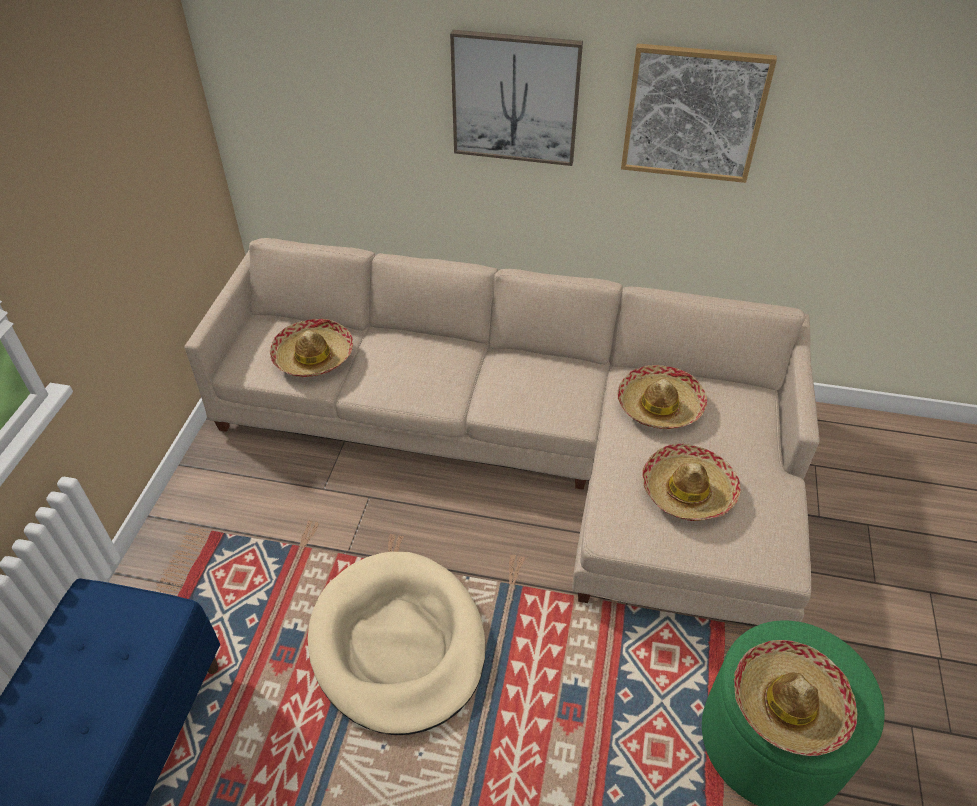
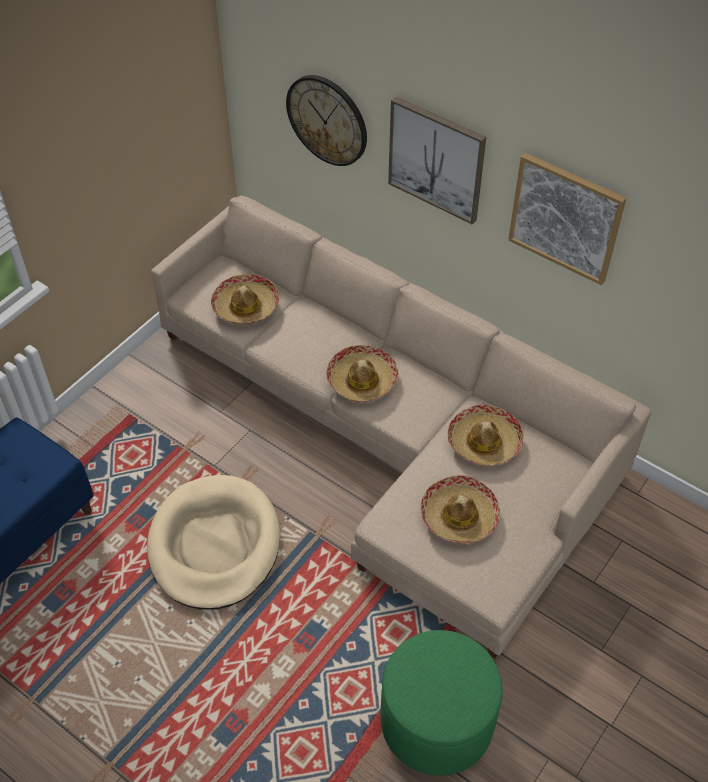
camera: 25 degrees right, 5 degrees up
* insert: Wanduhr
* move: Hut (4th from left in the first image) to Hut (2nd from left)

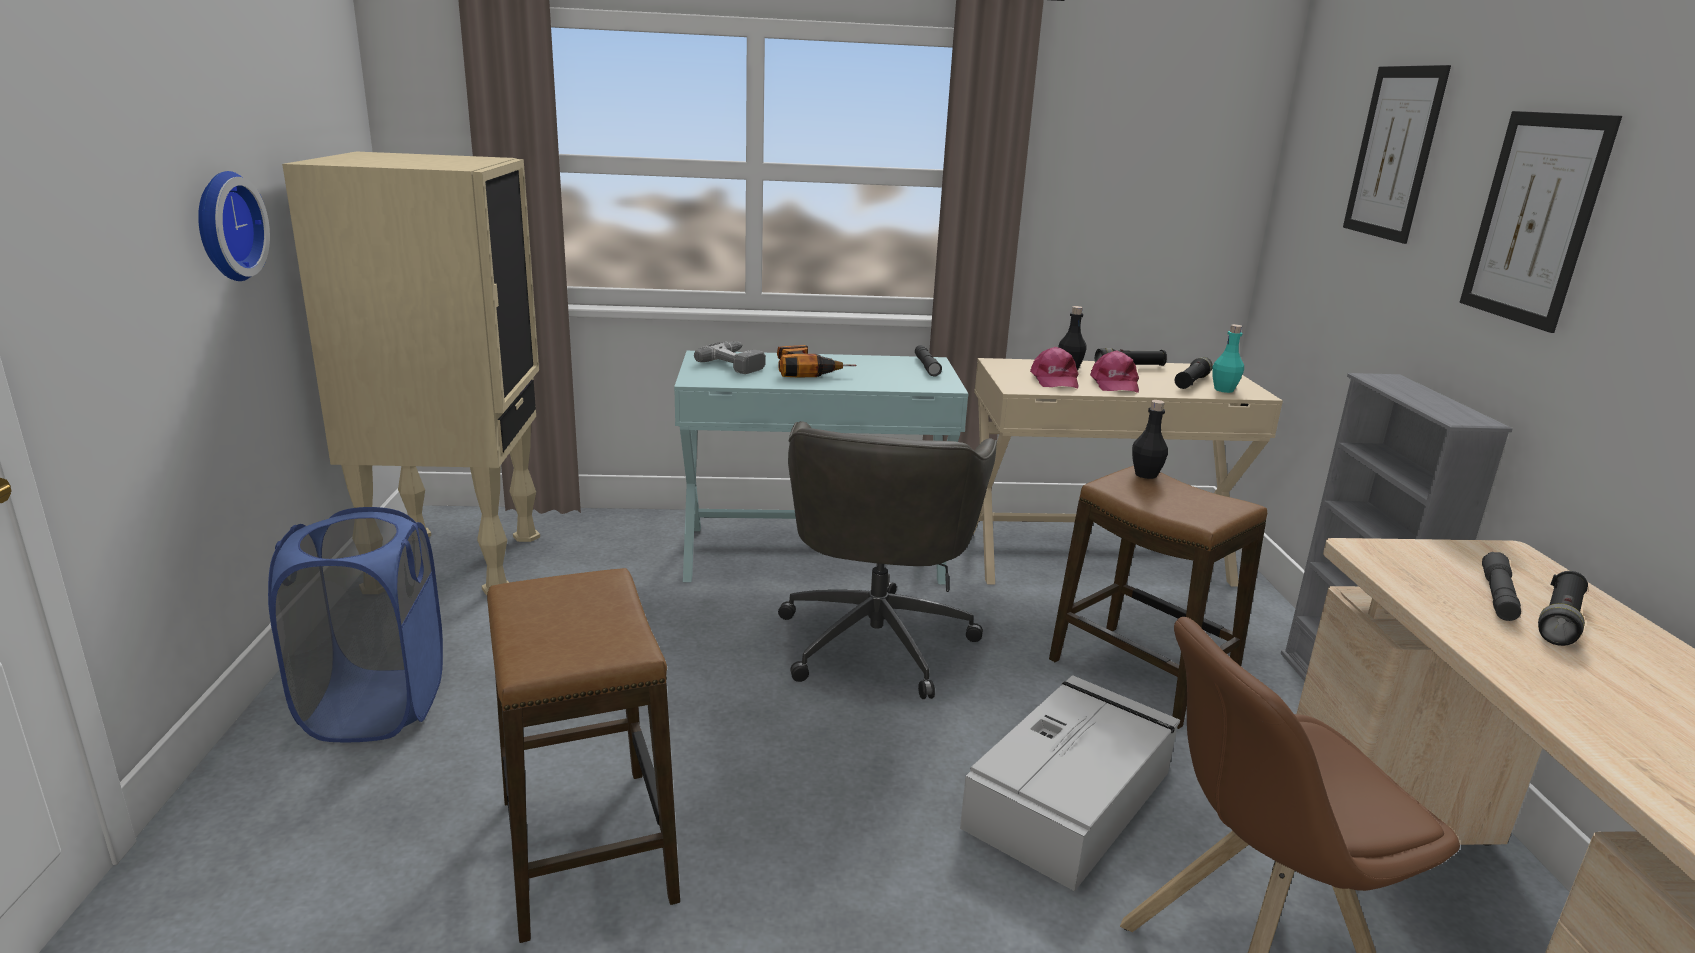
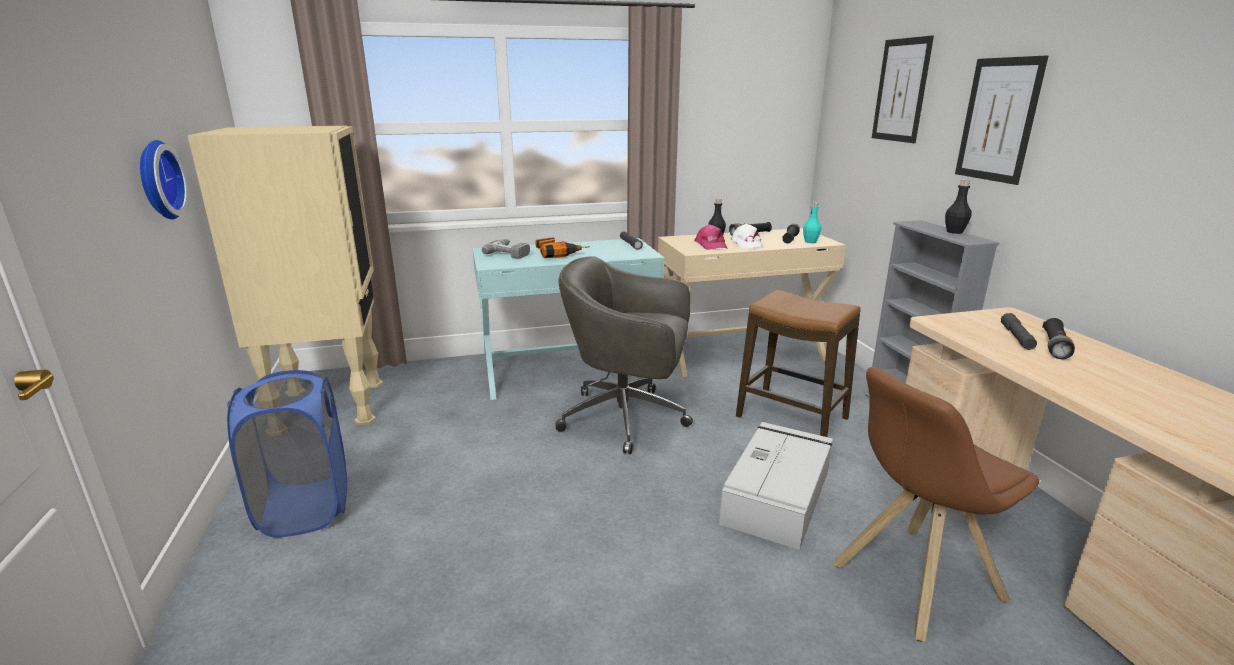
camera: 10 degrees left, 0 degrees up
* delete: Hocker (1st from left)
* move: Flasche/schwarz (2nd from left)
* recolor: Kappe/rosa (2nd from left) to Kappe/weiß
* rotate: Bürostuhl/grau 105 degrees clockwise

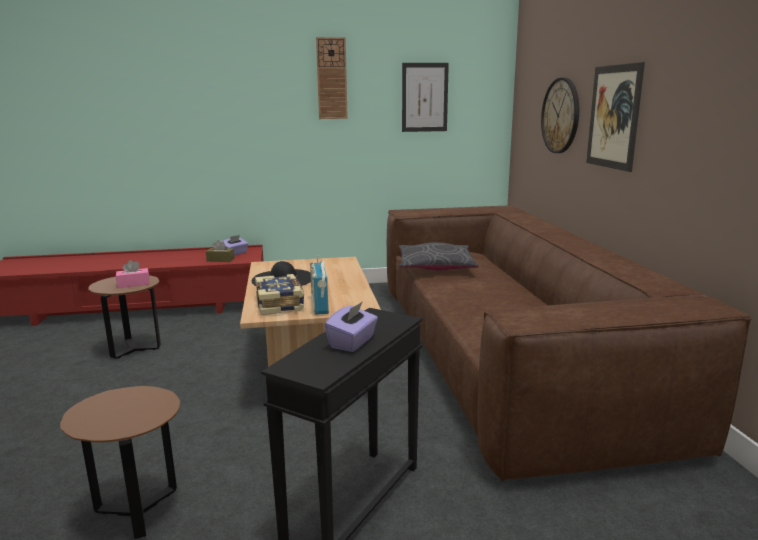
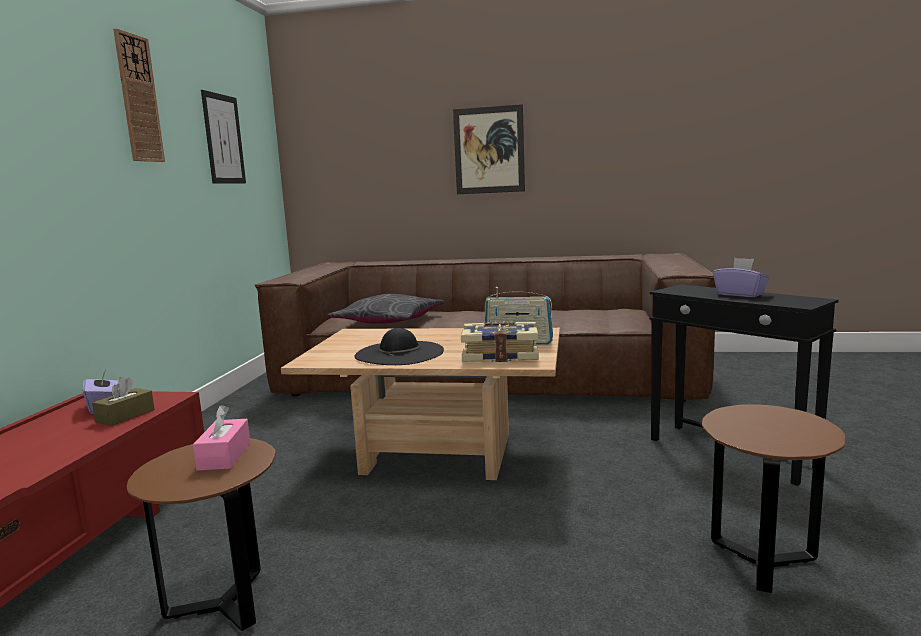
camera: 70 degrees left, 5 degrees down
* delete: Wanduhr (2nd from left)

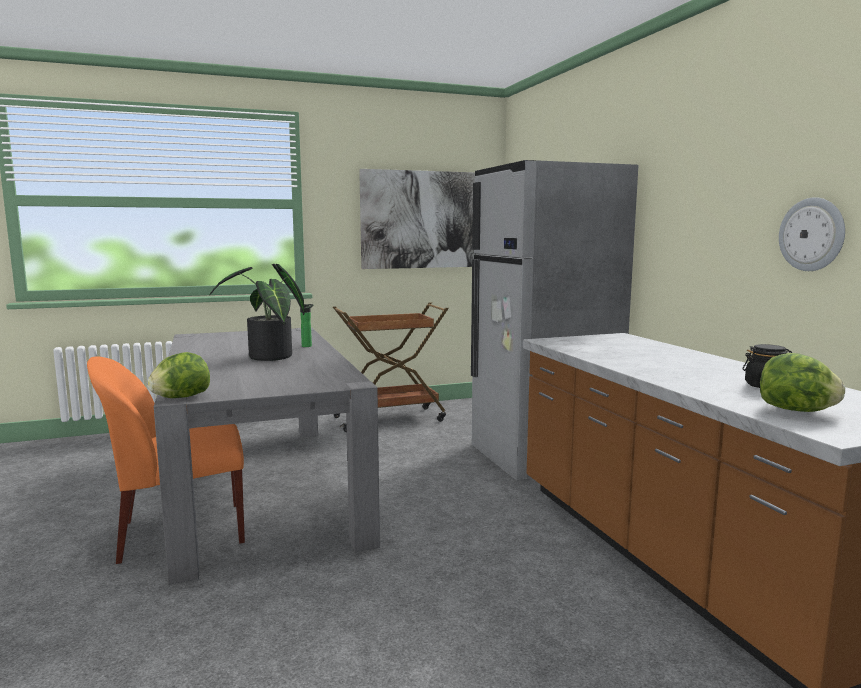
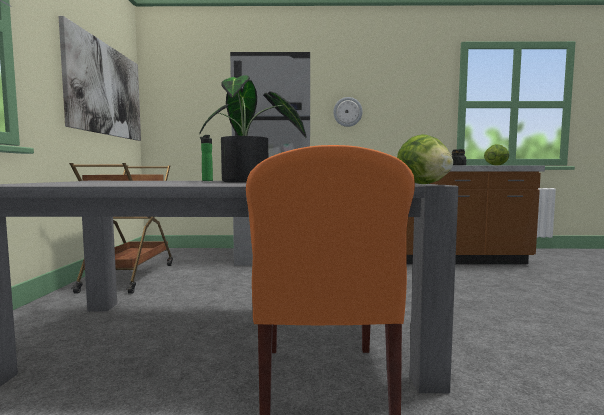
camera: 70 degrees left, 5 degrees down
* move: Wanduhr

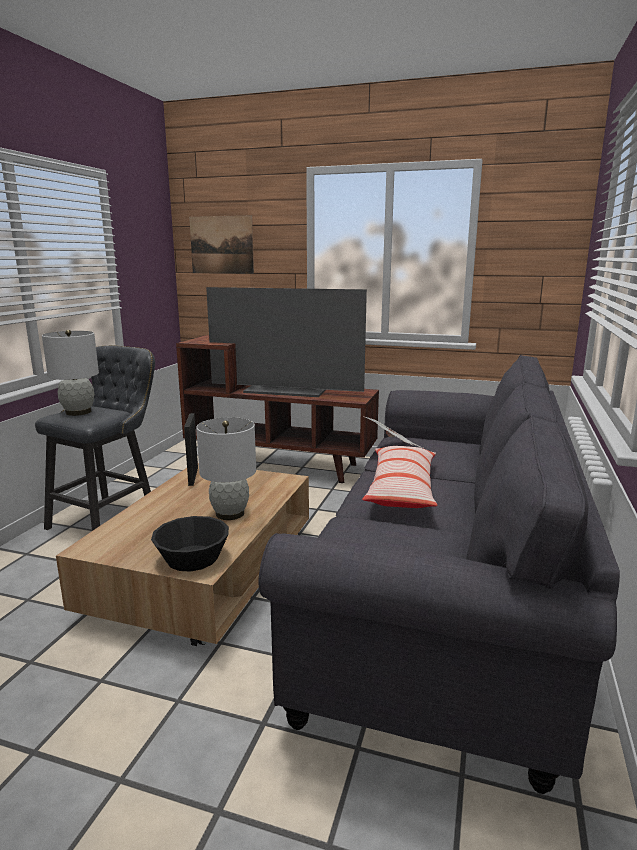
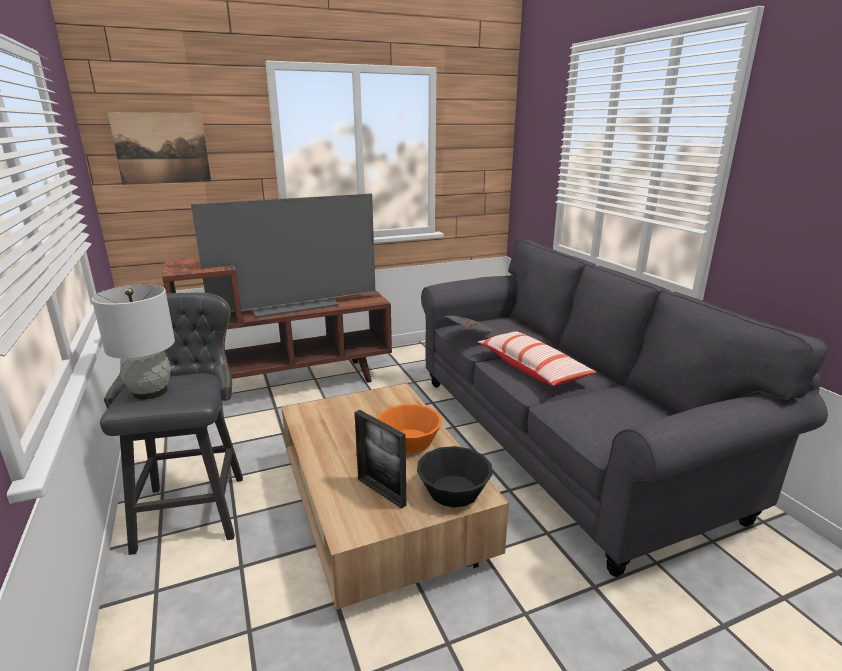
camera: 40 degrees left, 5 degrees up
* move: Bilderrahmen
* replace: Tischlampe/weiß (2nd from left) to Schüssel/orange

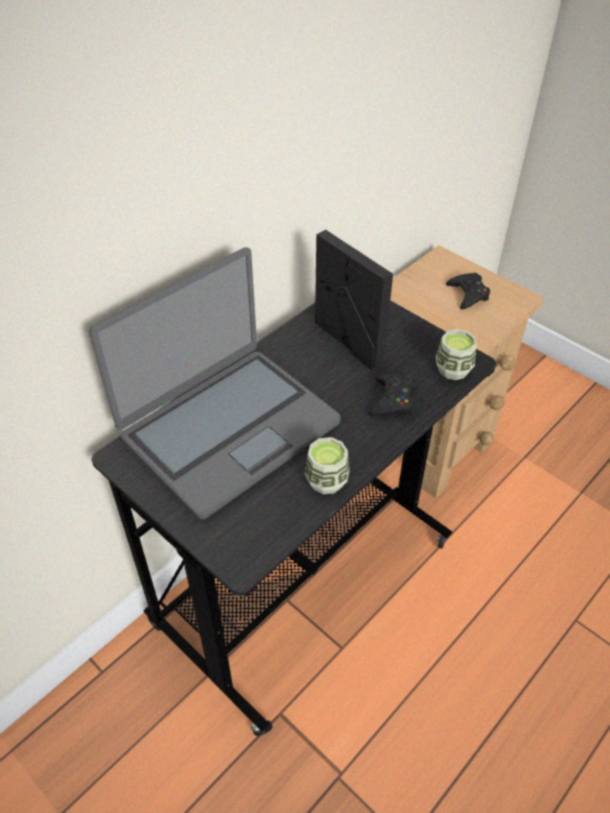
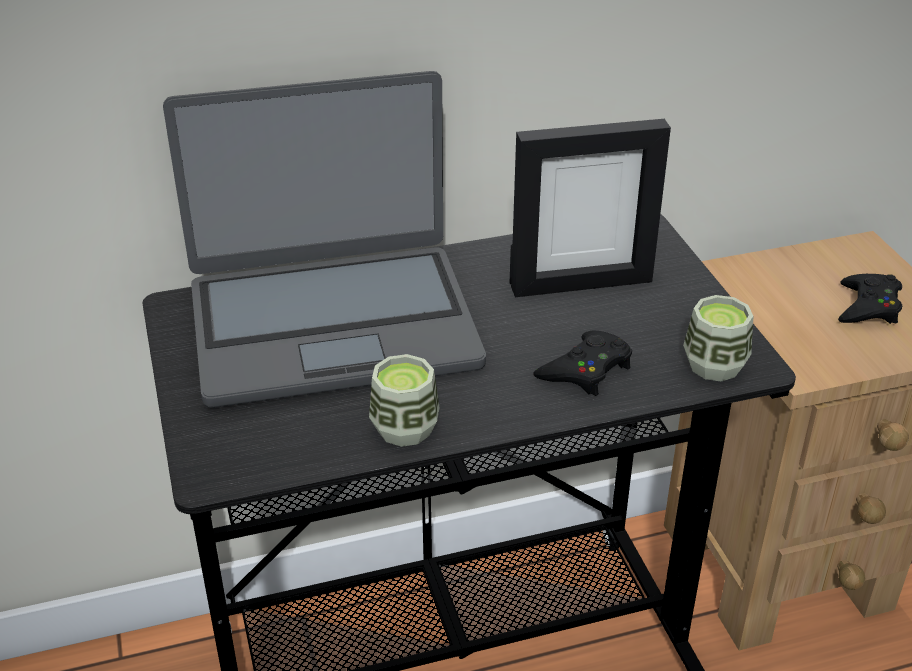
camera: 30 degrees right, 10 degrees down
* rotate: Bilderrahmen 90 degrees clockwise

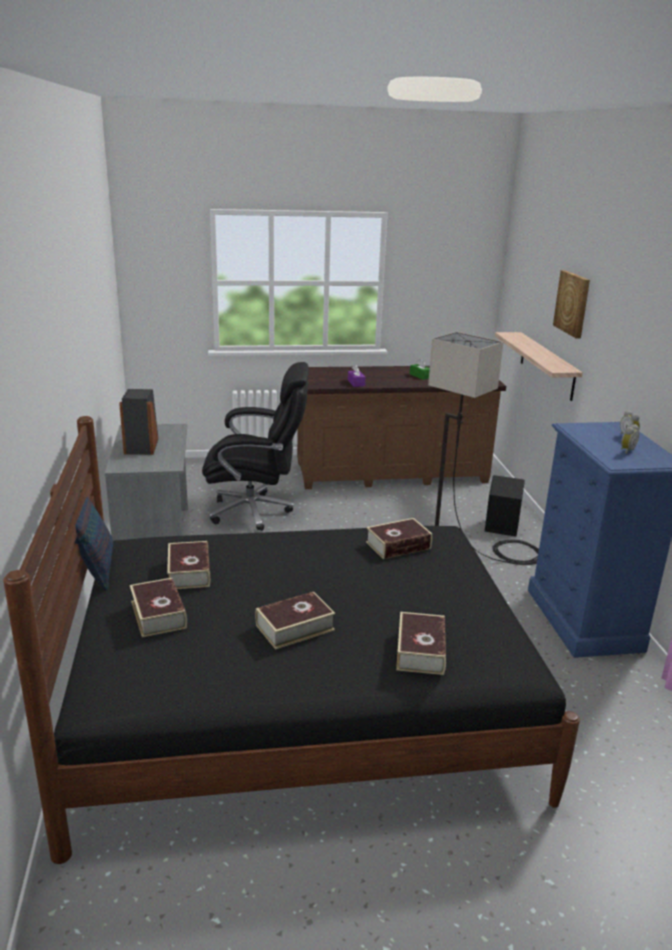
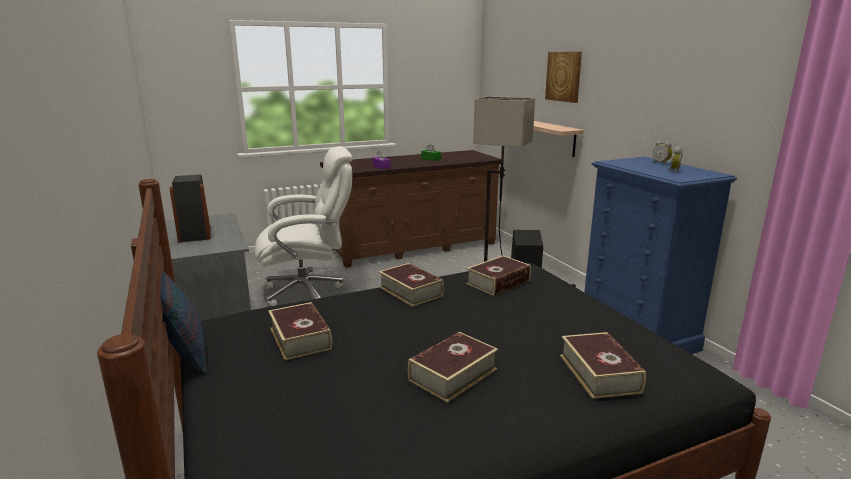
camera: 15 degrees left, 5 degrees down
* move: Buch (1st from left in the first image) to Buch (2nd from left)
* recolor: Bürostuhl/schwarz to Bürostuhl/weiß

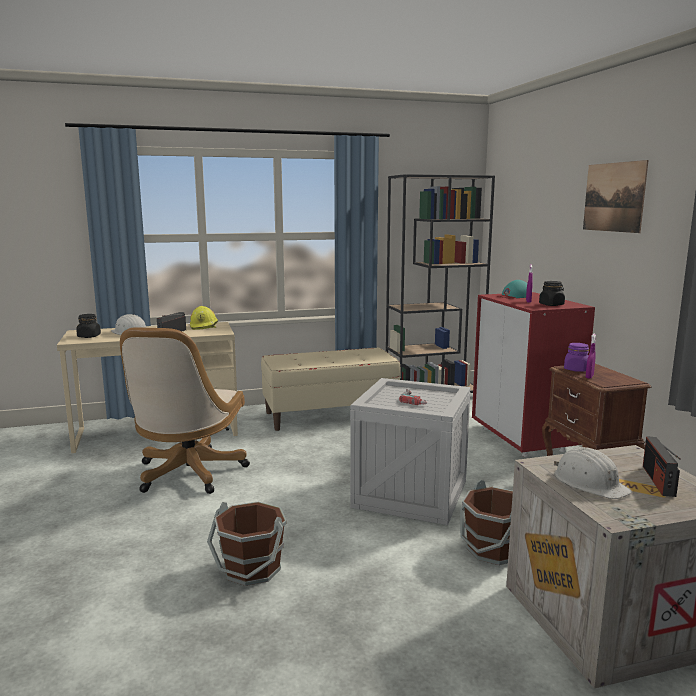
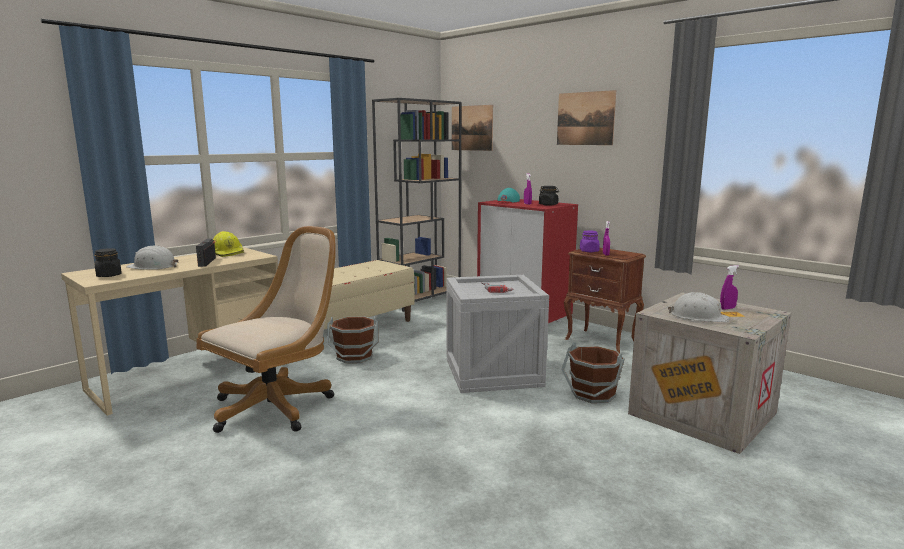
camera: 30 degrees left, 0 degrees up
* insert: Bild (1st from left)
* move: Eimer/braun (1st from left)
* replace: Radio (2nd from left) to Sprühflasche/lila (3rd from left)
* rotate: Bürostuhl 120 degrees counterclockwise

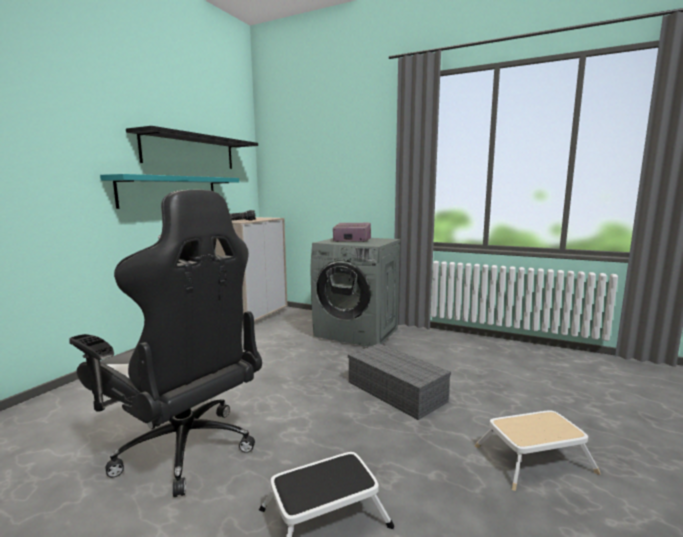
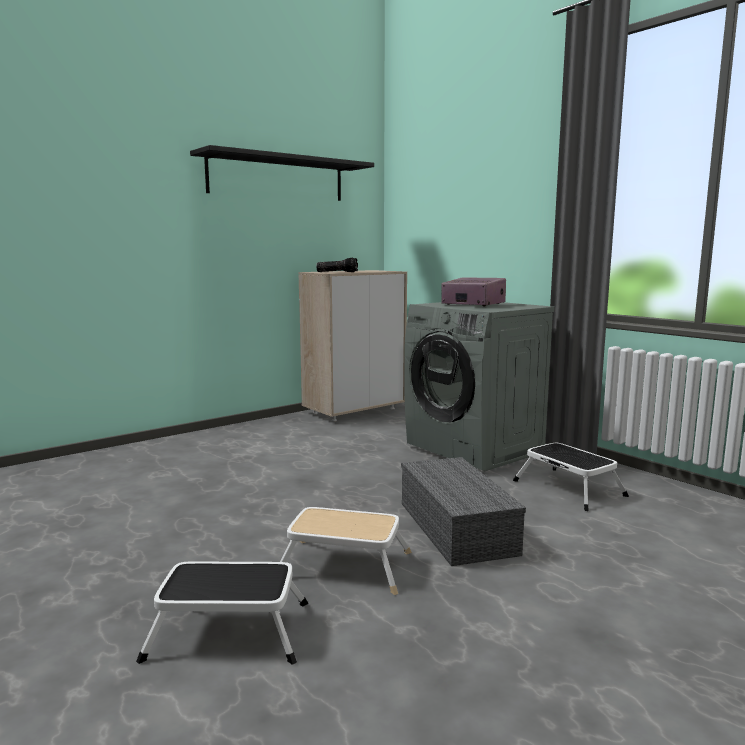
camera: 25 degrees right, 0 degrees up
* delete: Bürostuhl/schwarz
* delete: Wandregal/türkis
* insert: Trittleiter/schwarz (2nd from left)
* move: Trittleiter/beige

